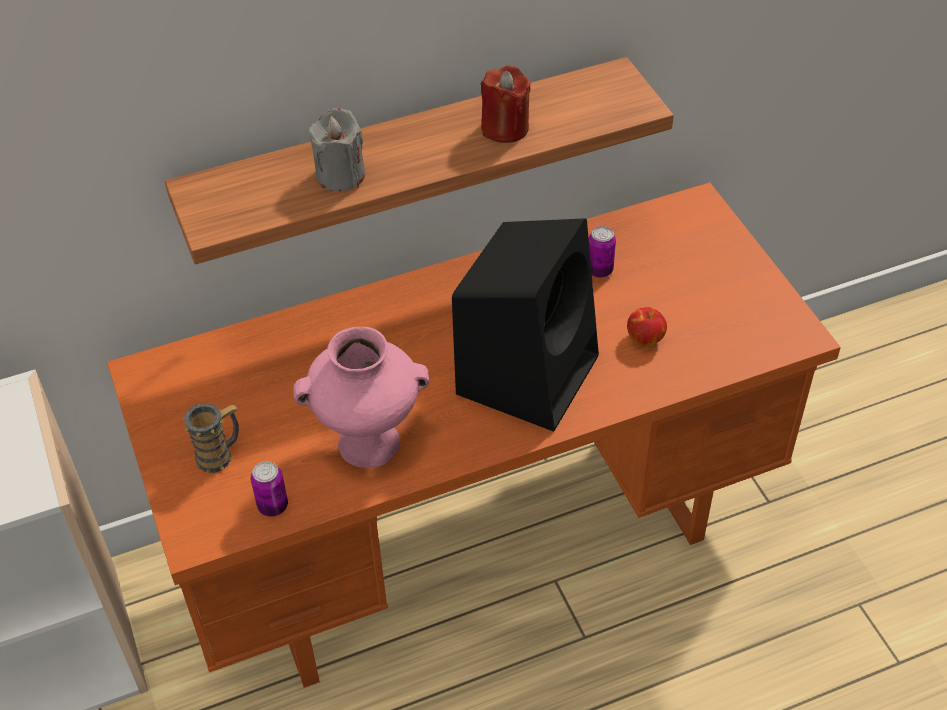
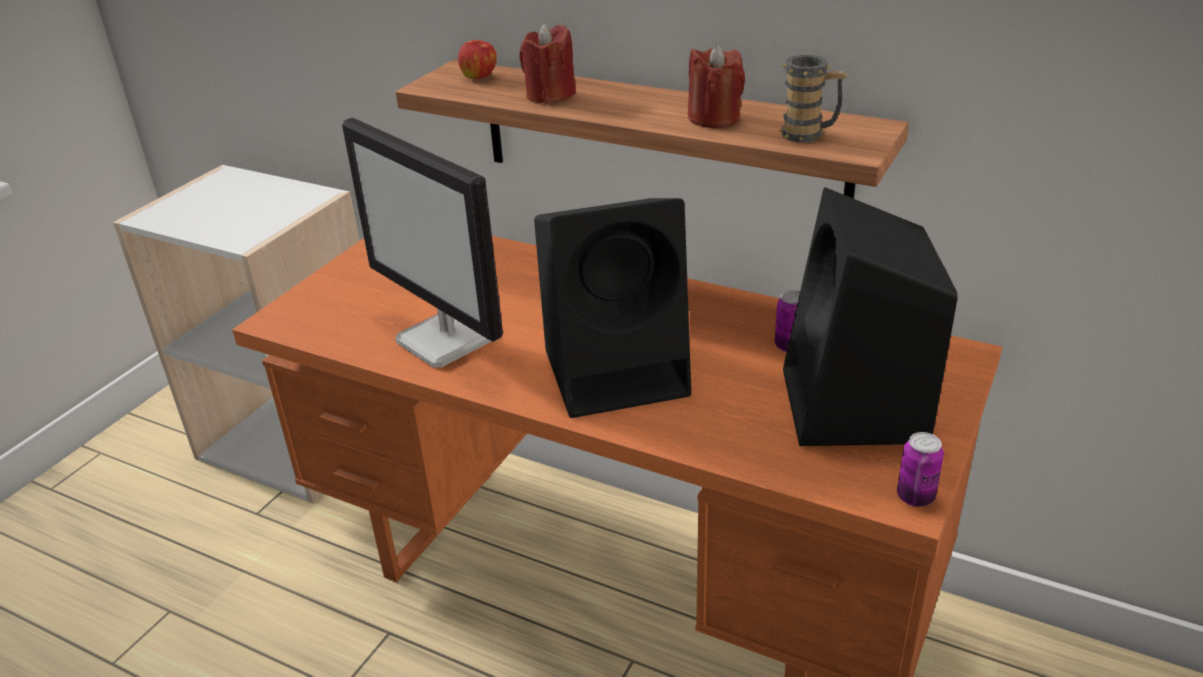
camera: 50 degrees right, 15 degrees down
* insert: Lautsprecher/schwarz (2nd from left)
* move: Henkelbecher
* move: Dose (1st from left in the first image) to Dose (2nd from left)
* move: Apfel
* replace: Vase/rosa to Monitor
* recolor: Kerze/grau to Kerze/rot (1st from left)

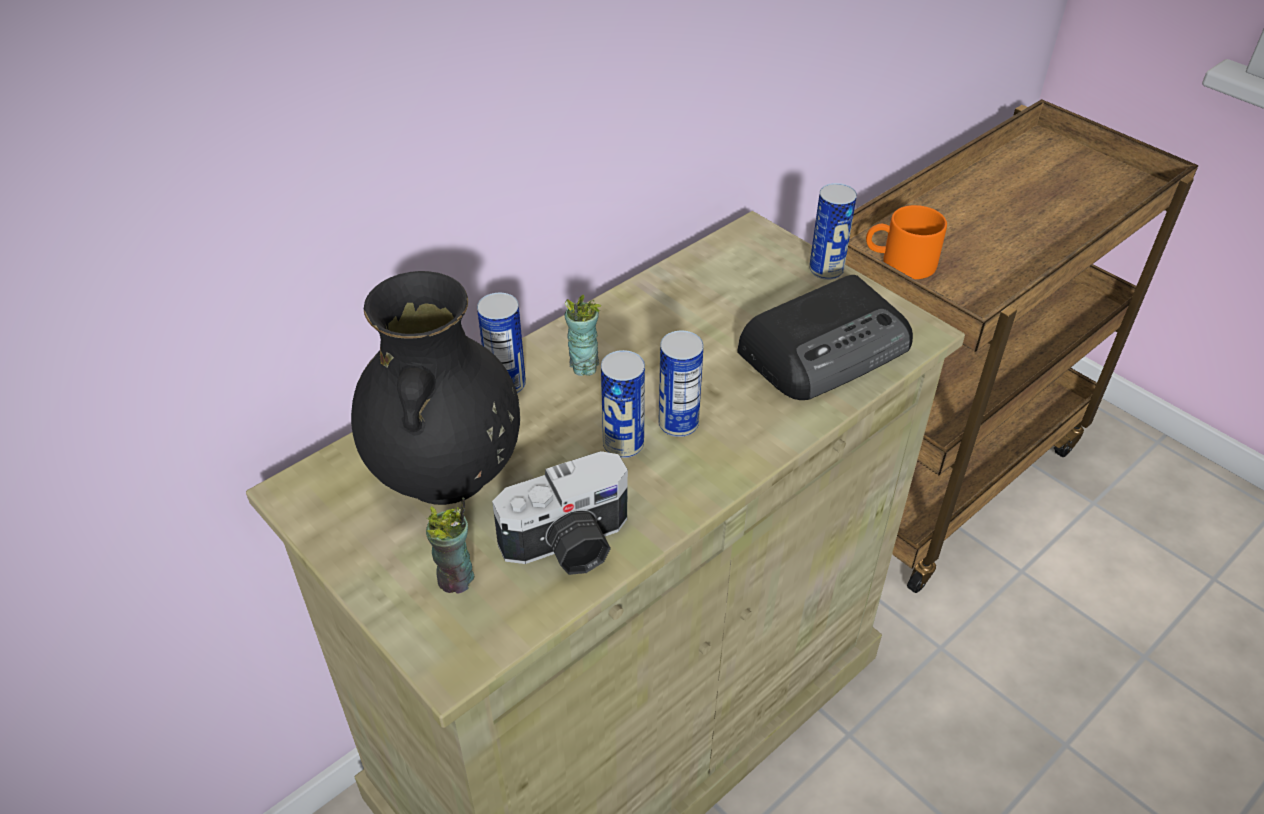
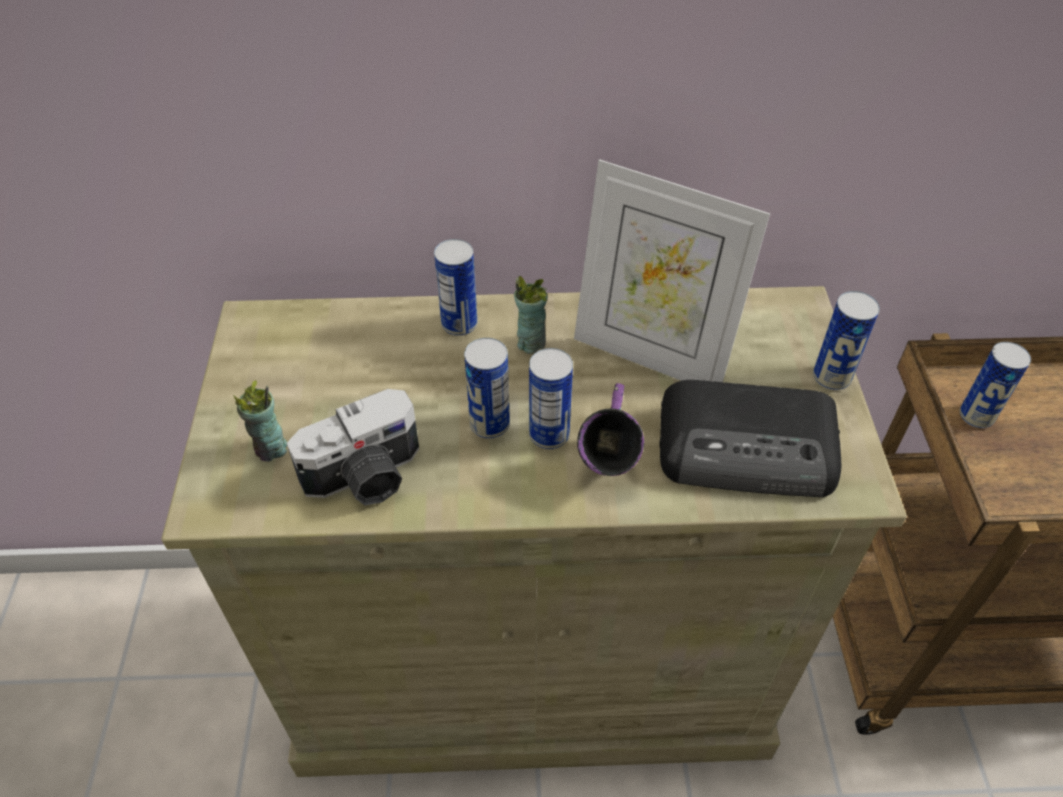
camera: 40 degrees right, 5 degrees up
* delete: Vase/schwarz
* insert: Bilderrahmen
* insert: Henkelbecher/lila
* replace: Henkelbecher/orange to Dose (5th from left)
* rotate: Kamera 45 degrees counterclockwise

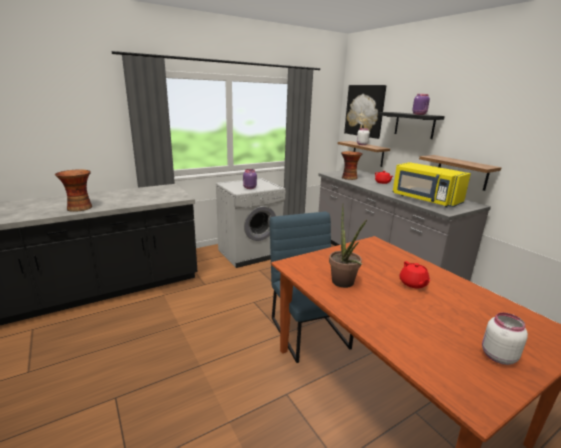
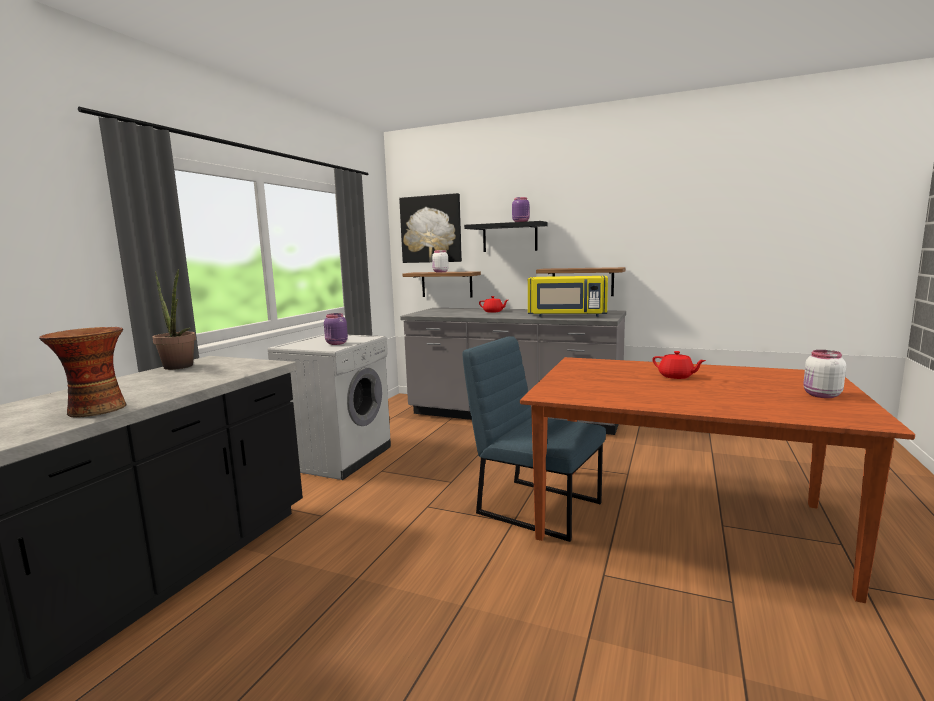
camera: 35 degrees left, 10 degrees down
* delete: Vase (2nd from left)
* move: Topfpflanze

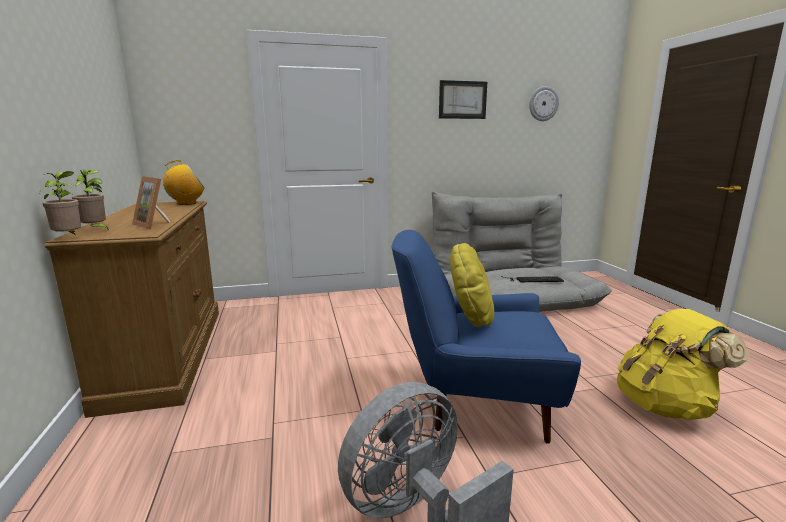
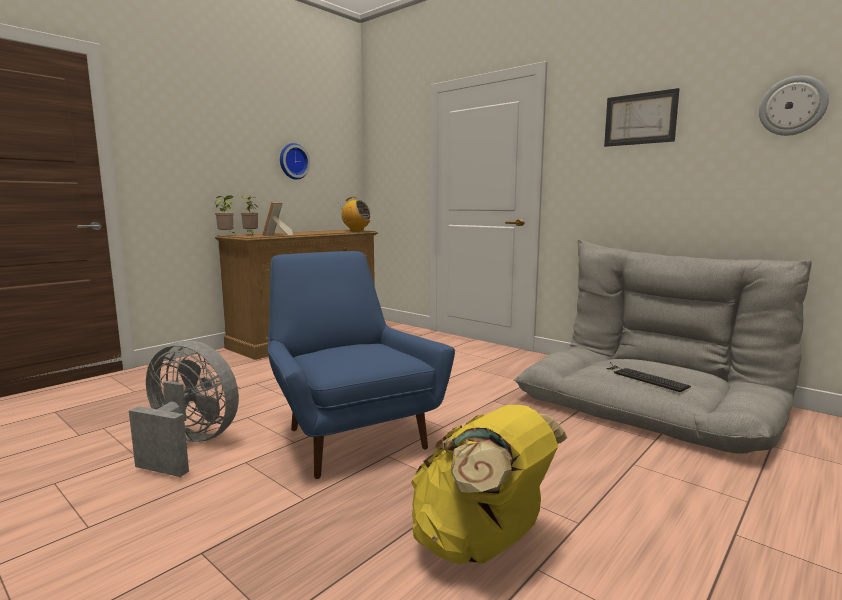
camera: 55 degrees right, 5 degrees down
* delete: Kissen/gelb
* insert: Wanduhr (1st from left)

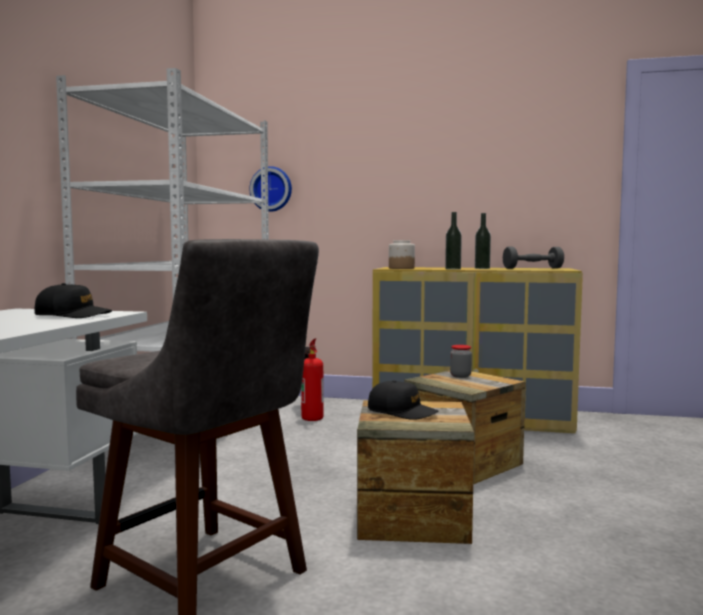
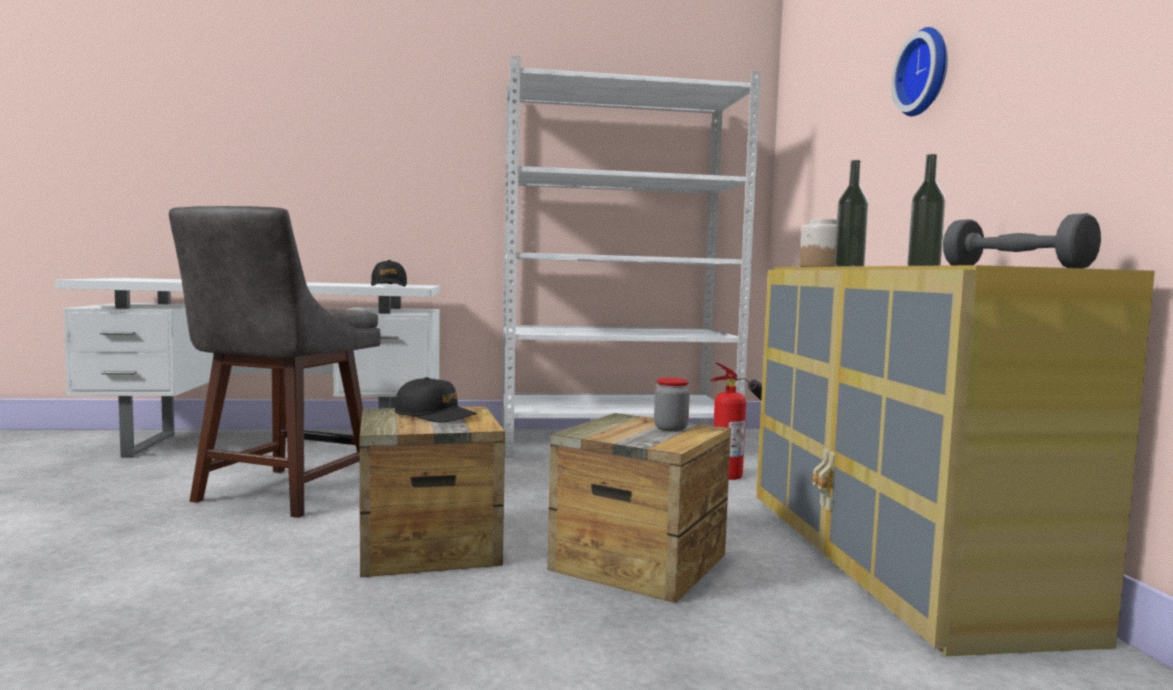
camera: 70 degrees right, 0 degrees up
* move: Wanduhr
* rotate: Kappe/schwarz (2nd from left) 75 degrees counterclockwise

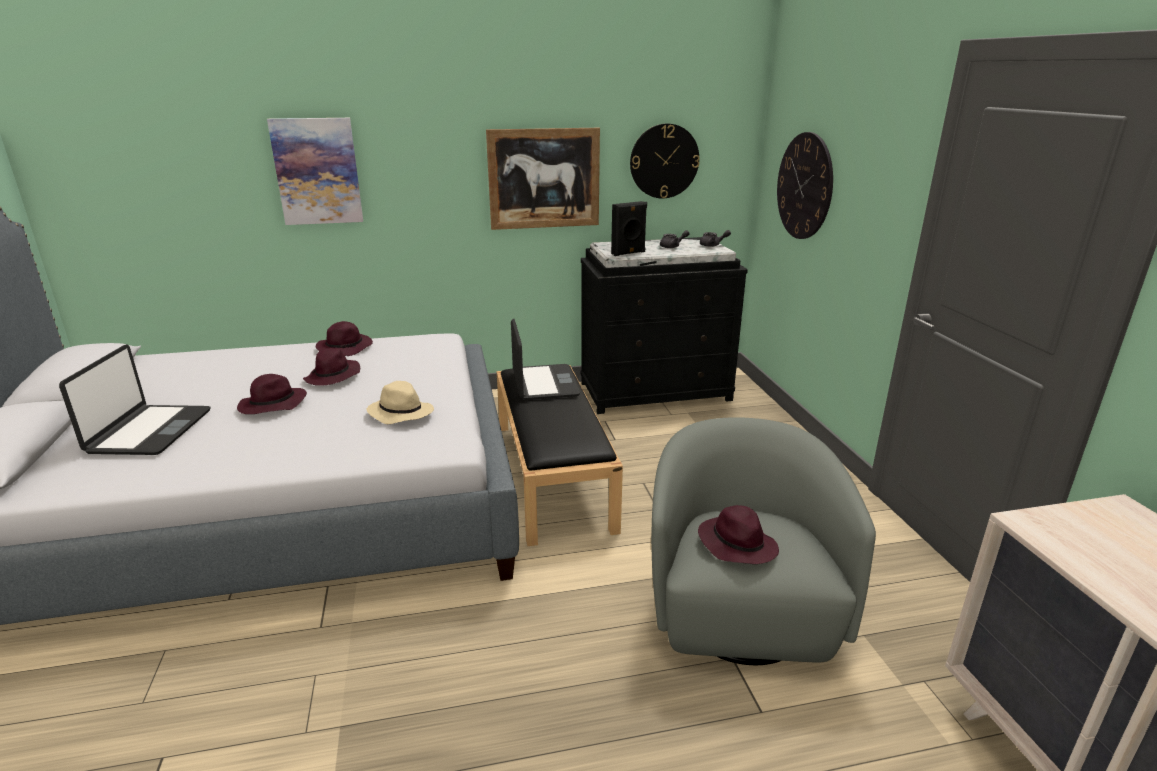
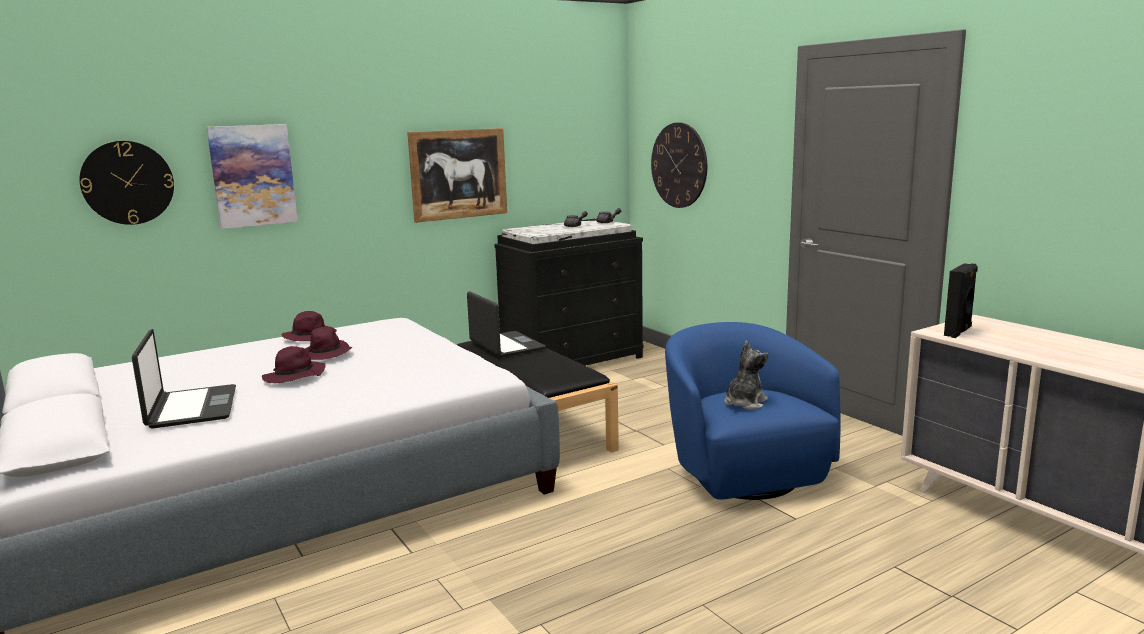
camera: 20 degrees left, 10 degrees down
* delete: Hut/beige
* move: Lautsprecher/schwarz
* move: Wanduhr (1st from left)
* replace: Hut/lila (4th from left) to Plüschtier
* recolor: Sessel/grau to Sessel/blau

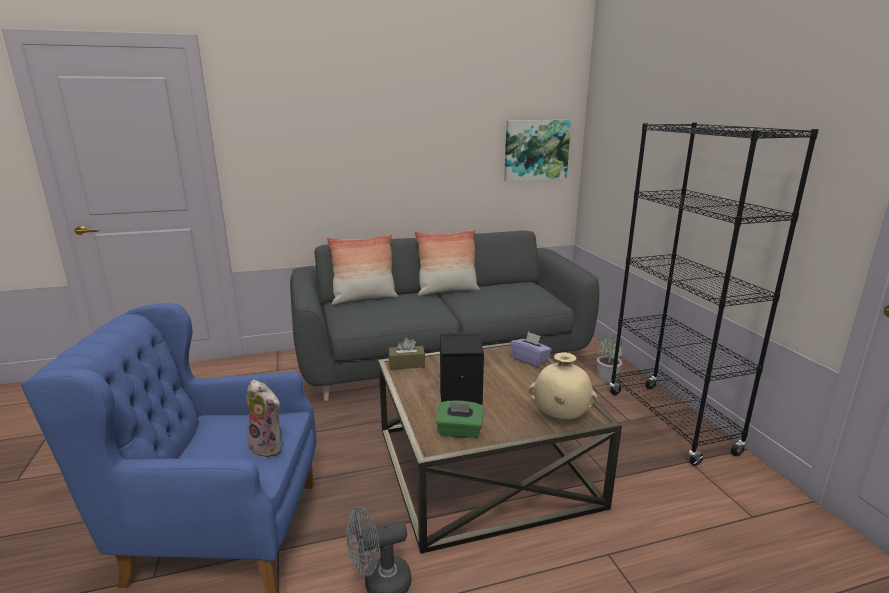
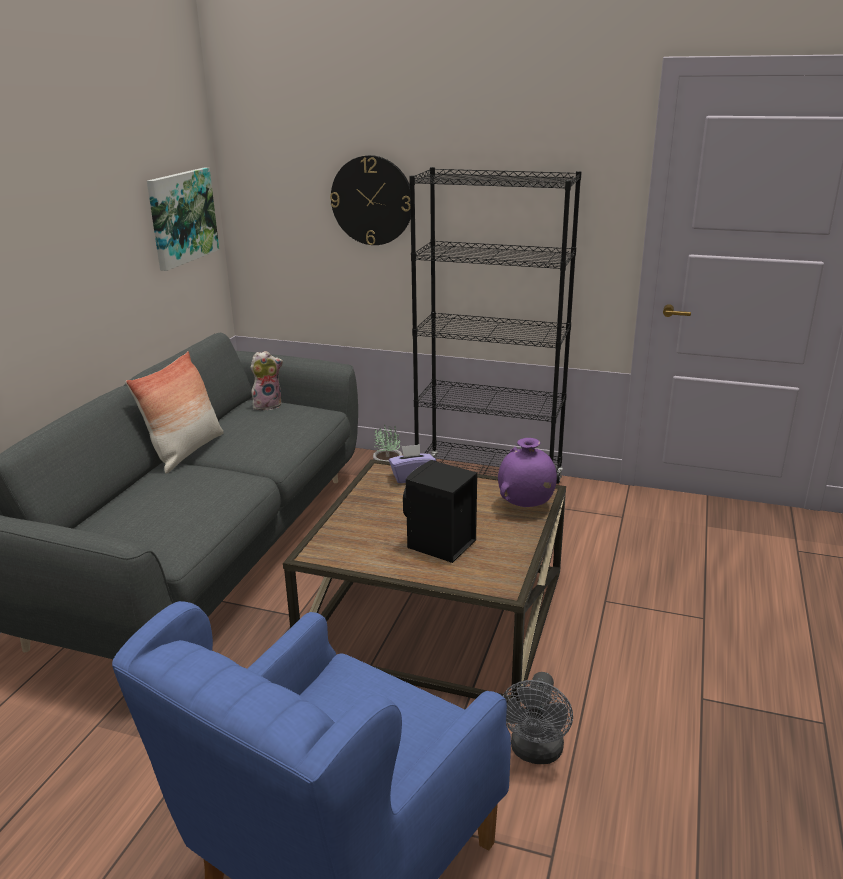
camera: 55 degrees left, 5 degrees up
* delete: Kissen (1st from left)
* delete: Taschentuchbox/braun
* delete: Taschentuchbox/grün
* insert: Wanduhr
* move: Plüschtier
* recolor: Vase/beige to Vase/lila

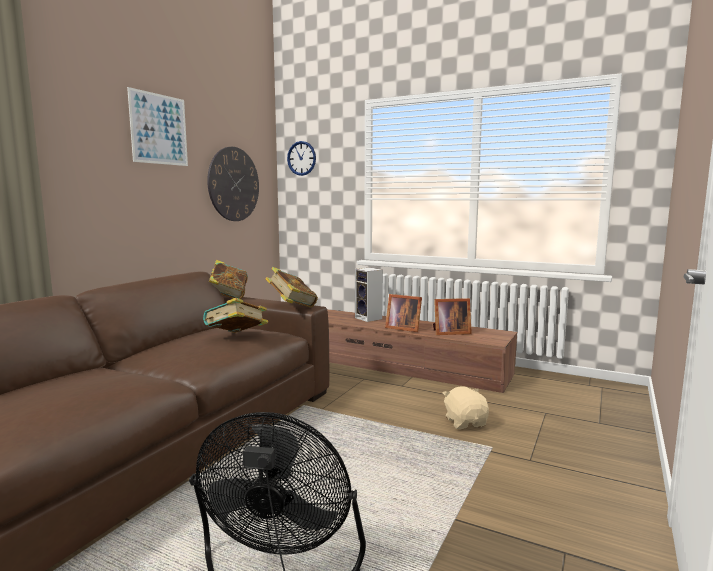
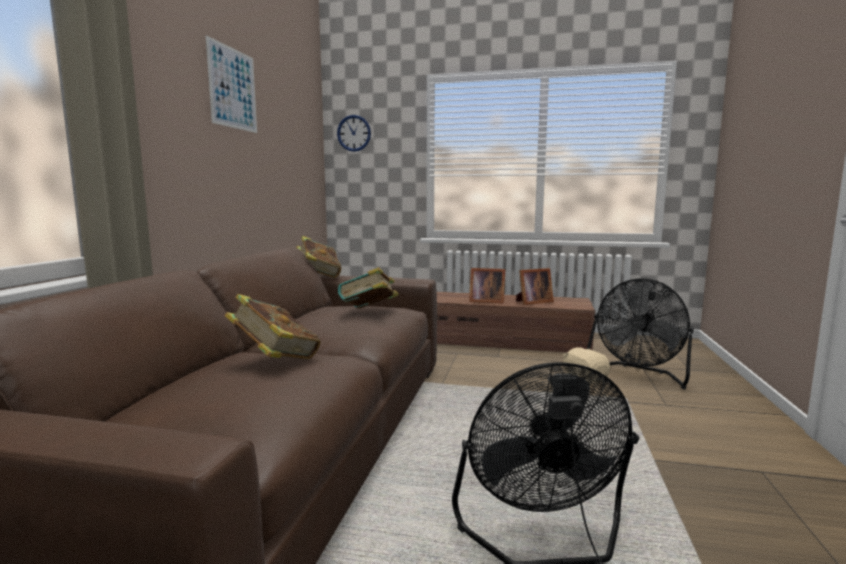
camera: 15 degrees left, 0 degrees up
* delete: Wanduhr (1st from left)
* delete: Lautsprecher
* insert: Ventilator/schwarz (2nd from left)
* move: Buch (3rd from left in the first image) to Buch (1st from left)

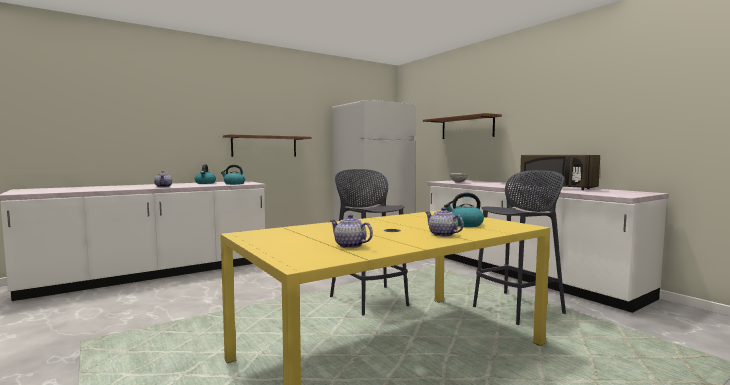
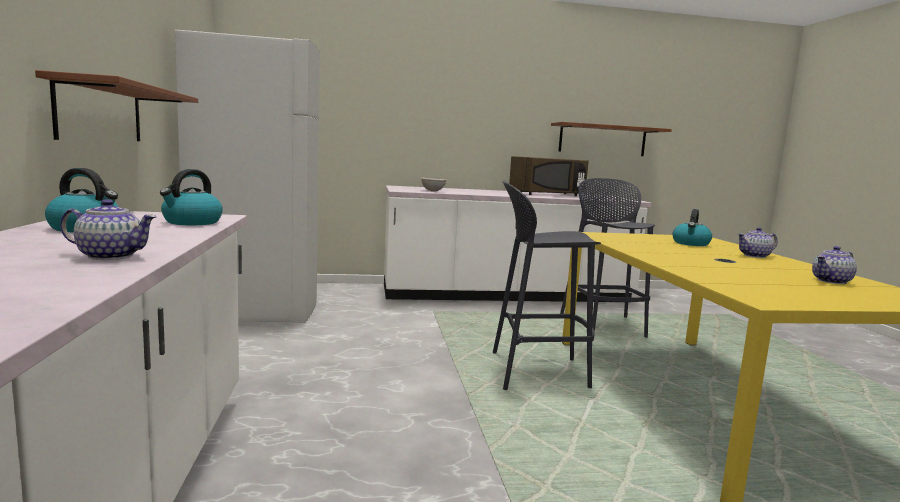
camera: 65 degrees left, 5 degrees up
* move: Wandregal/braun (2nd from left)

